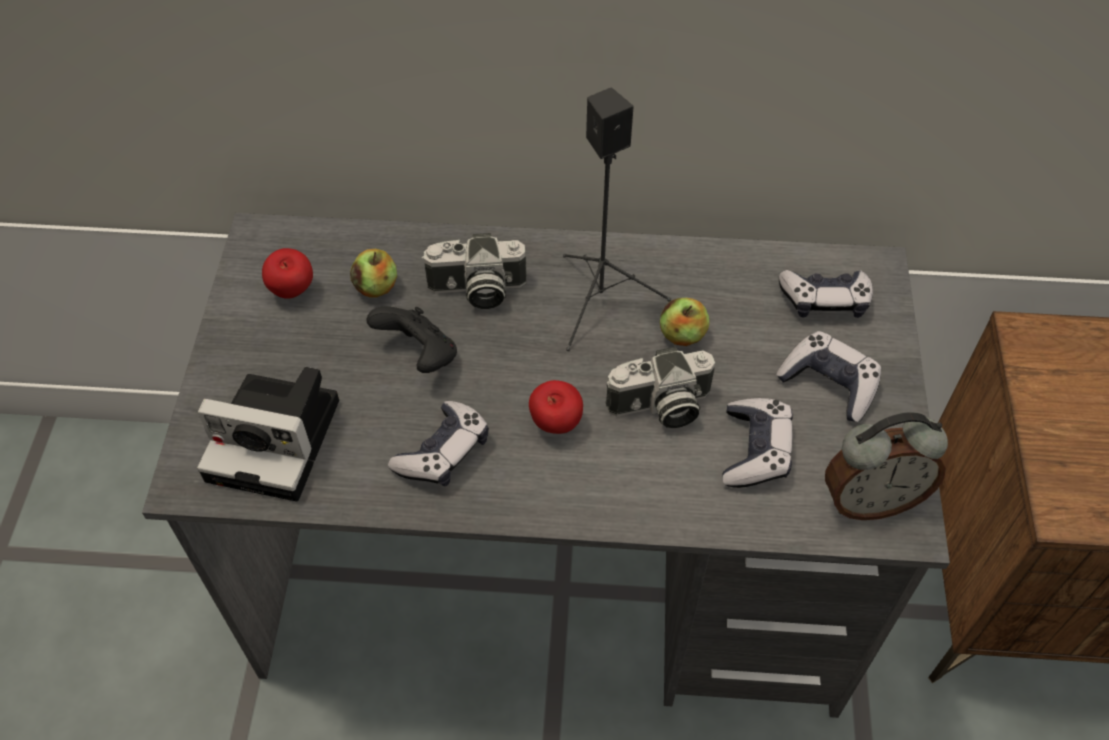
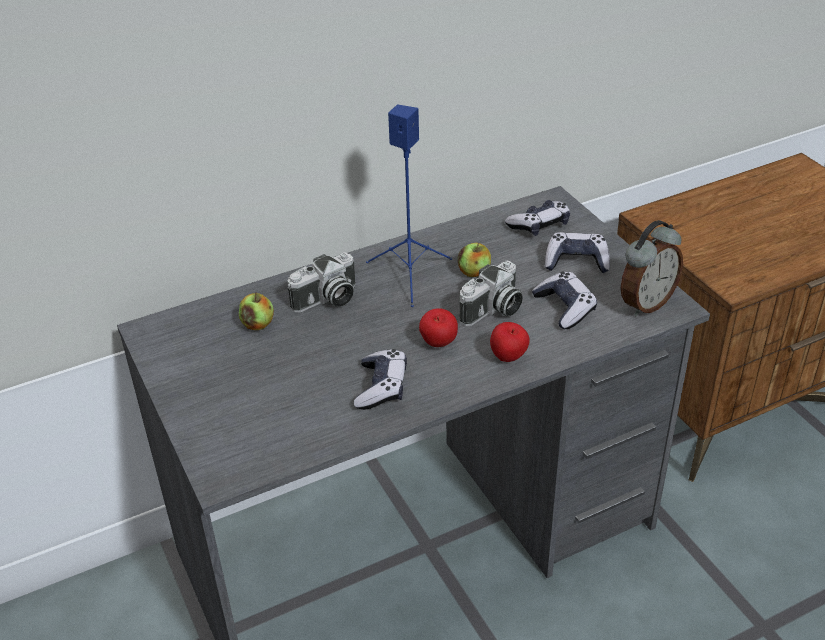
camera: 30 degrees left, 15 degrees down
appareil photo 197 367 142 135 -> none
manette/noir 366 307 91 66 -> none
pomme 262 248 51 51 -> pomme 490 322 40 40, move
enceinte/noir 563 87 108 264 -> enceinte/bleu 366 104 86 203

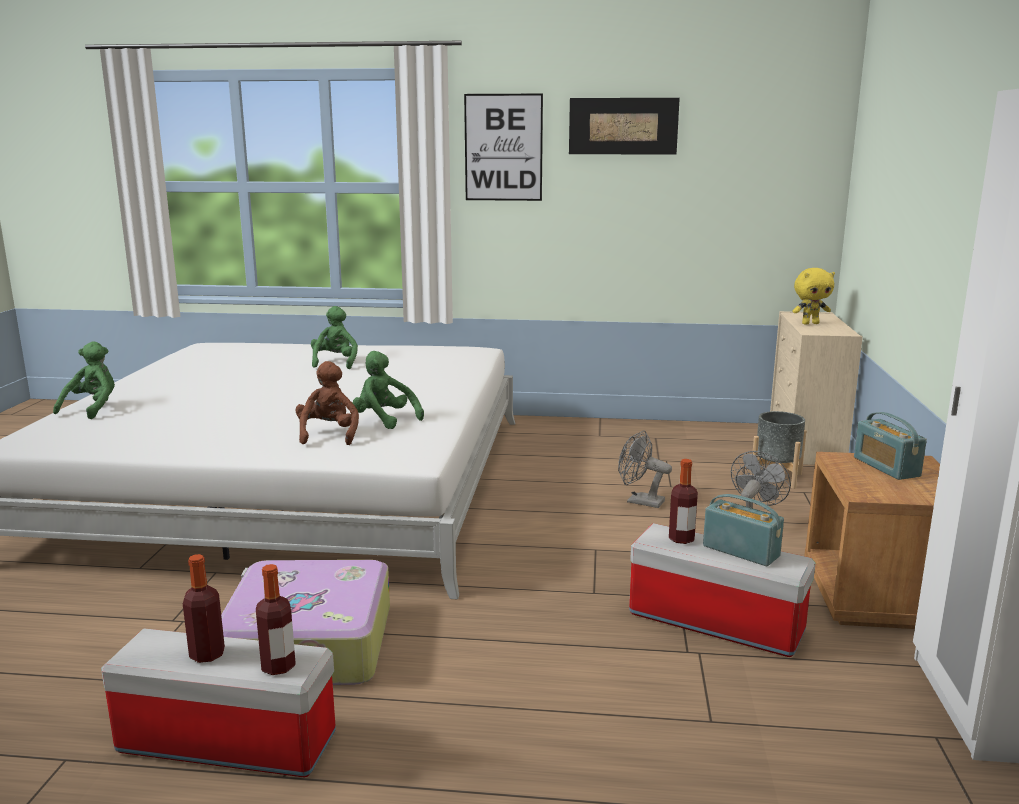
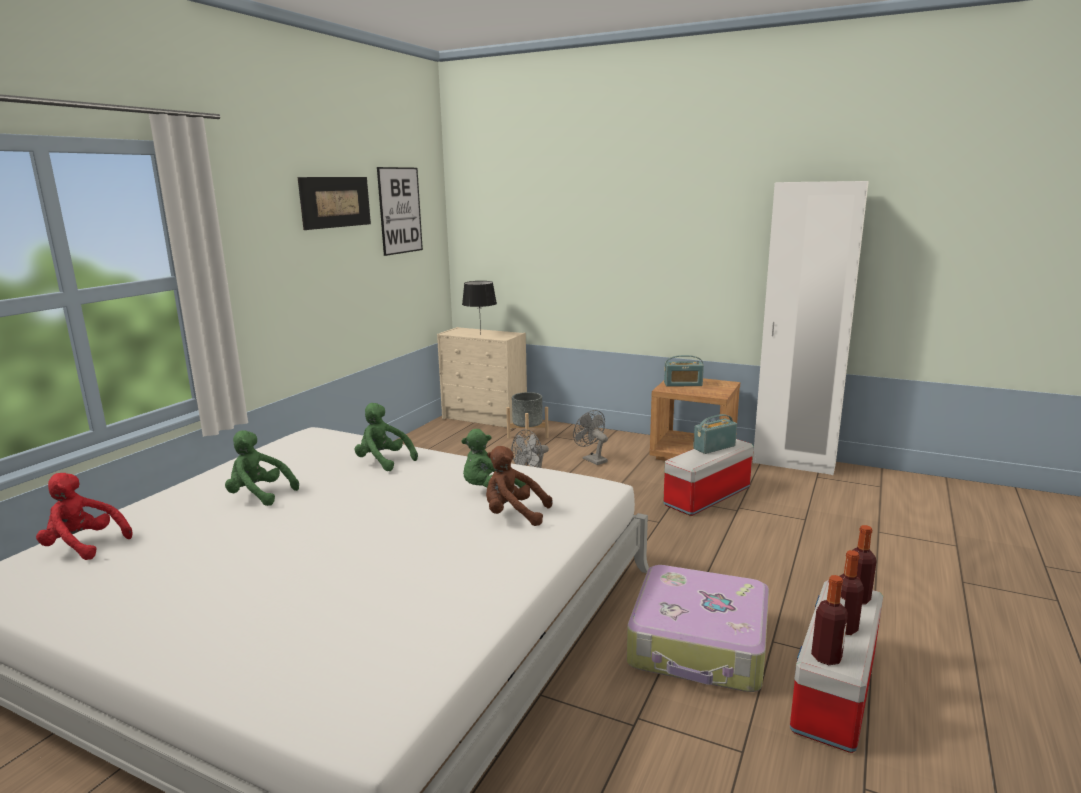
camera: 70 degrees left, 0 degrees up
none -> peluche/rouge 36 473 97 87
peluche/vert 53 341 62 78 -> peluche/vert 355 403 63 68, move
tableau 464 94 79 107 -> tableau 377 167 46 89, move
bouteille 669 459 29 85 -> bouteille 811 575 37 90, move
peluche/jaune 793 268 42 57 -> lampe de table/noir 462 281 35 53

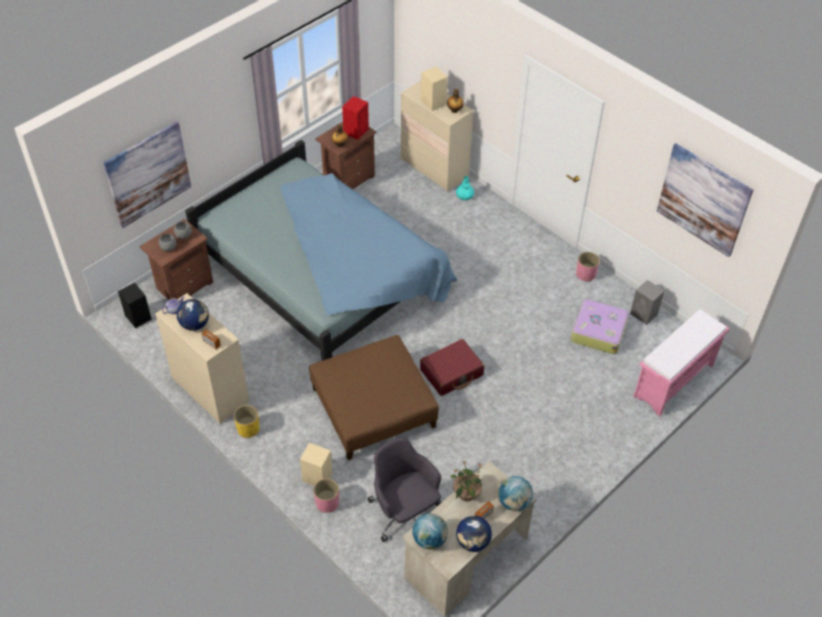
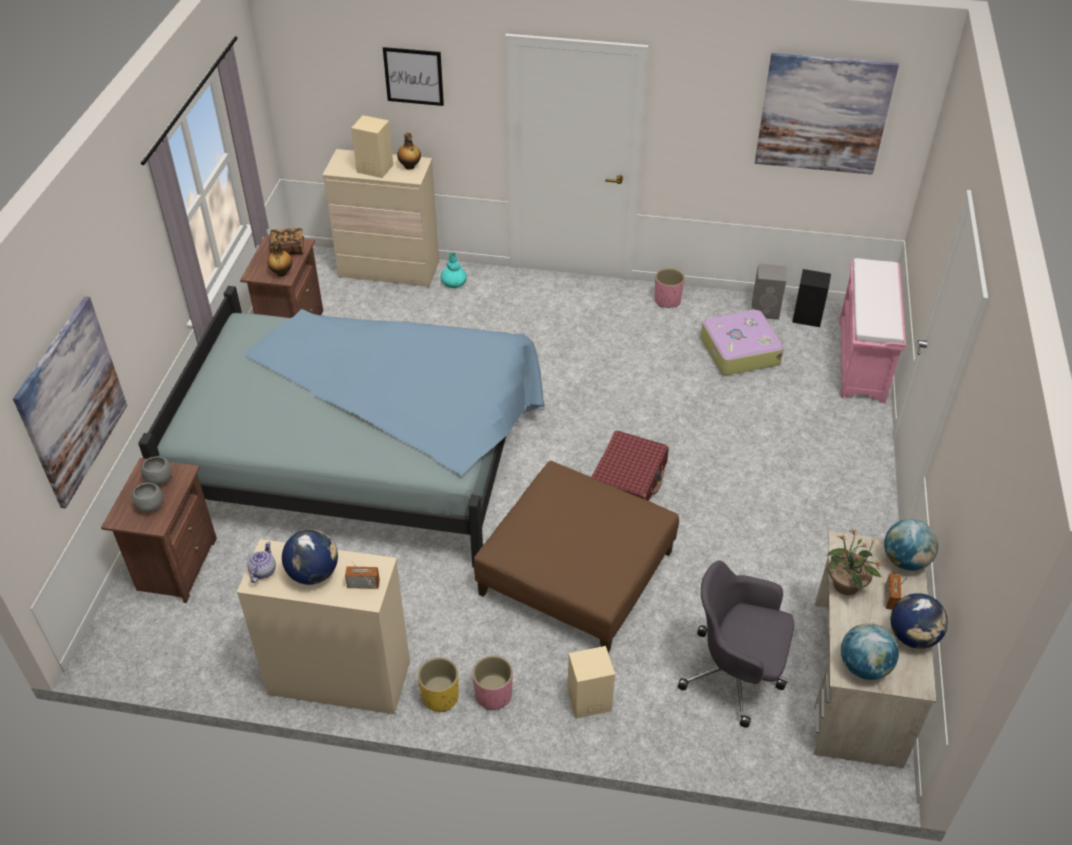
camera: 35 degrees left, 5 degrees down
none -> tableau 383 47 61 59
enceinte/noir 118 283 34 45 -> enceinte/noir 792 269 39 58, move
cache-pot/rose 313 478 26 35 -> cache-pot/rose 473 655 40 55, move
enceinte/rouge 342 96 27 44 -> livre 269 228 35 27

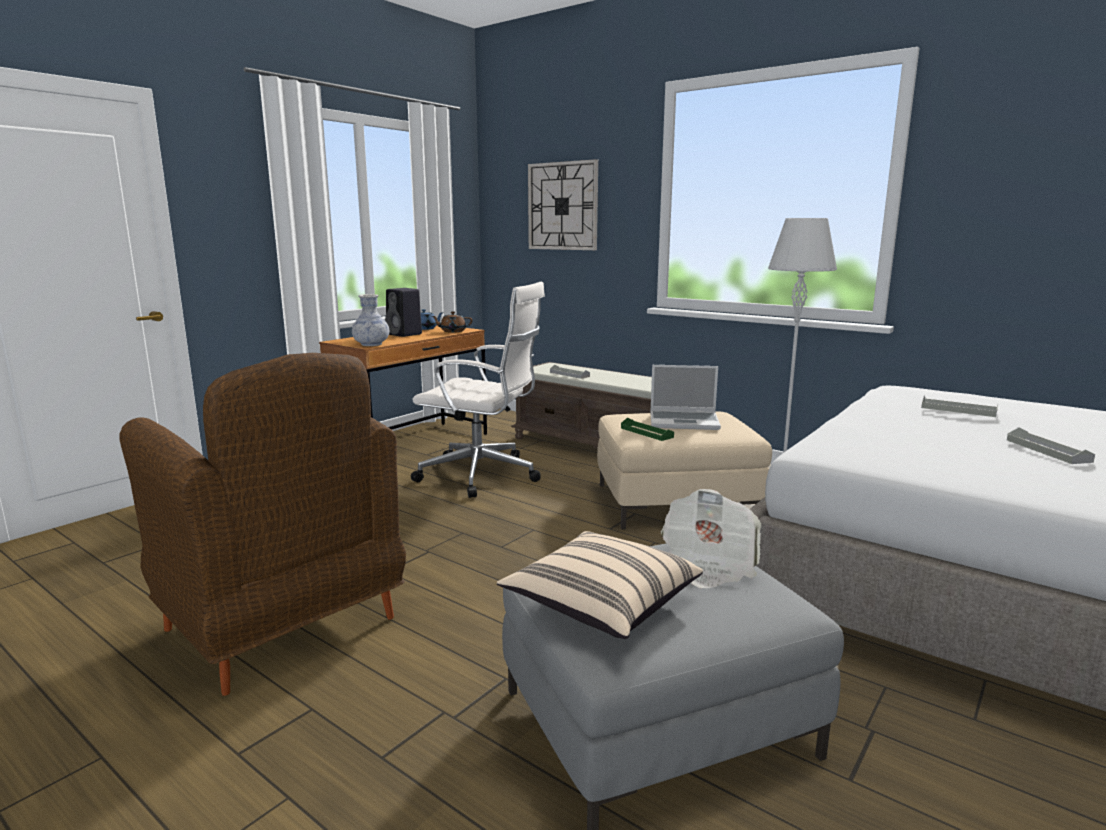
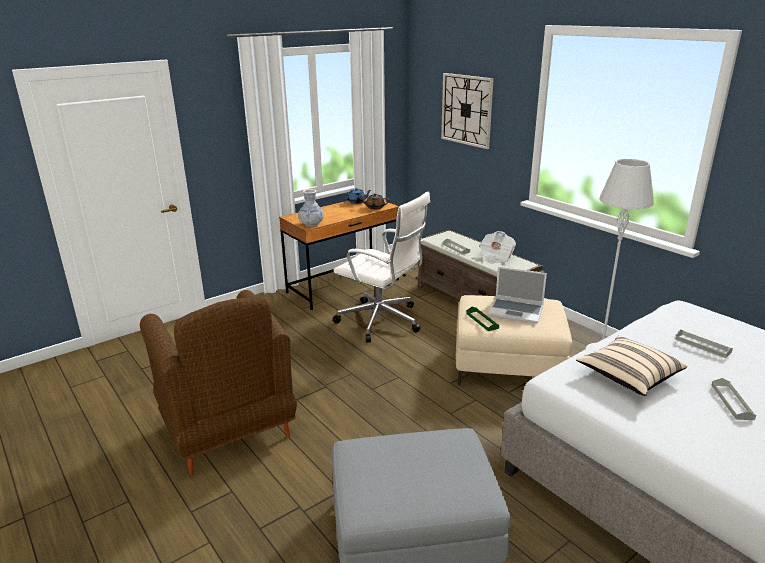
camera: 15 degrees right, 10 degrees up
enceinte/noir 385 288 37 49 -> none
coussin/beige 497 531 206 108 -> coussin/beige 576 336 111 60, move
journal 661 489 100 99 -> journal 479 231 37 33, move

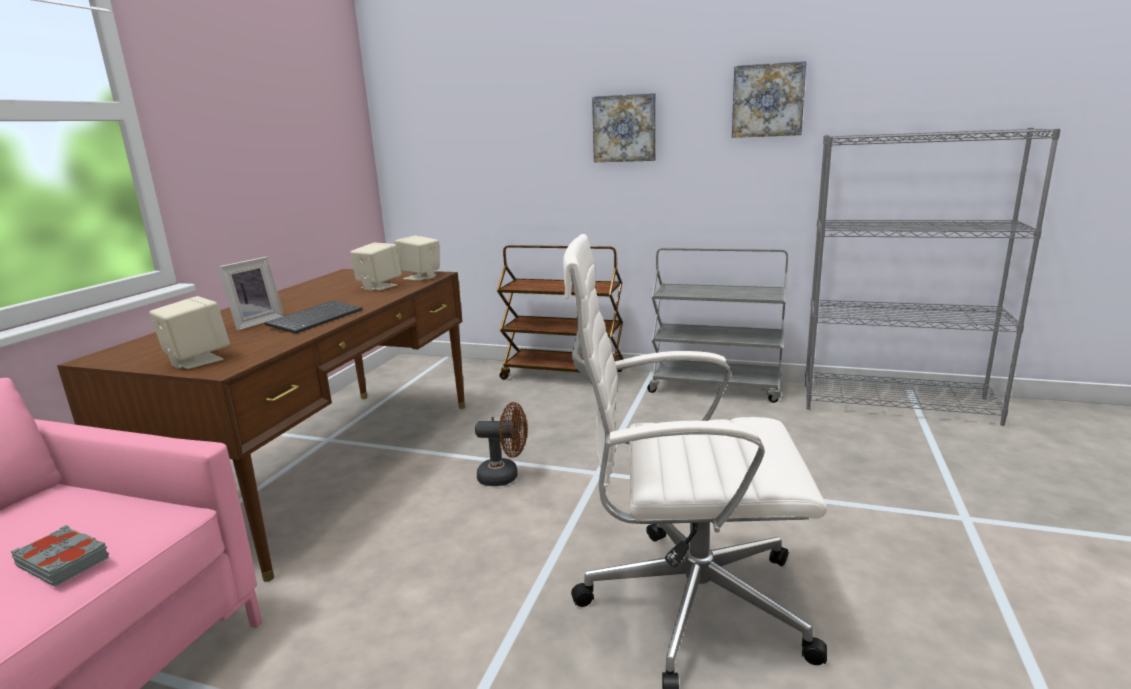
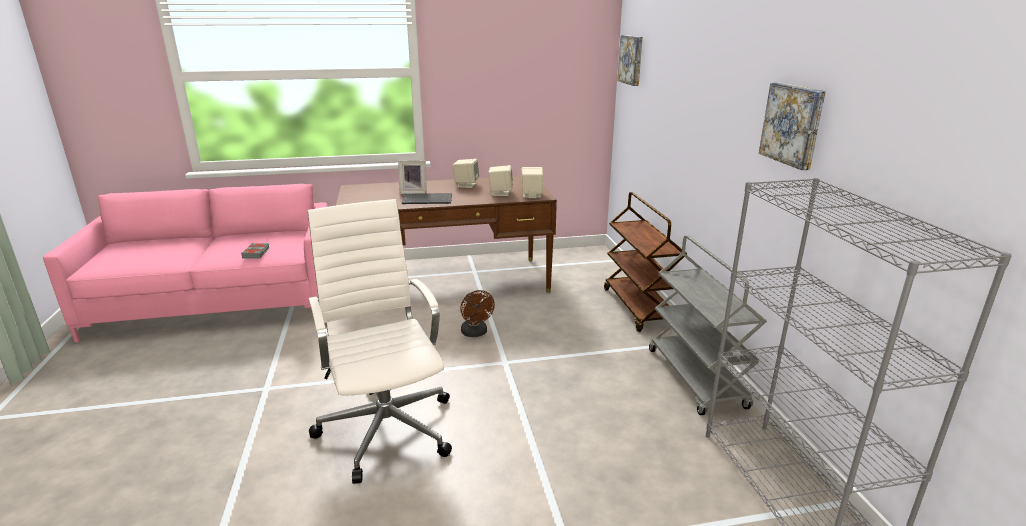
camera: 60 degrees right, 5 degrees up
enceinte/beige 149 296 81 73 -> enceinte/beige 453 159 26 29, move
tableau 592 93 64 69 -> tableau 617 35 26 51, move

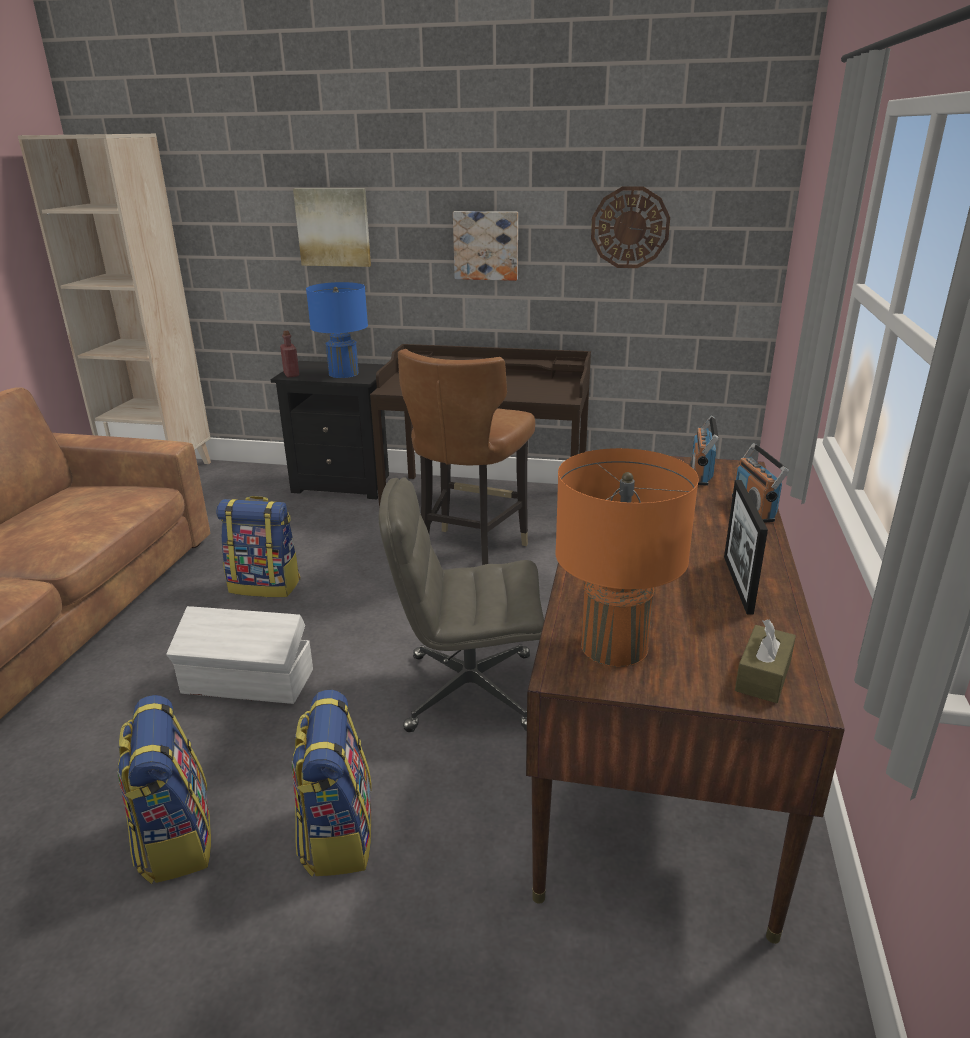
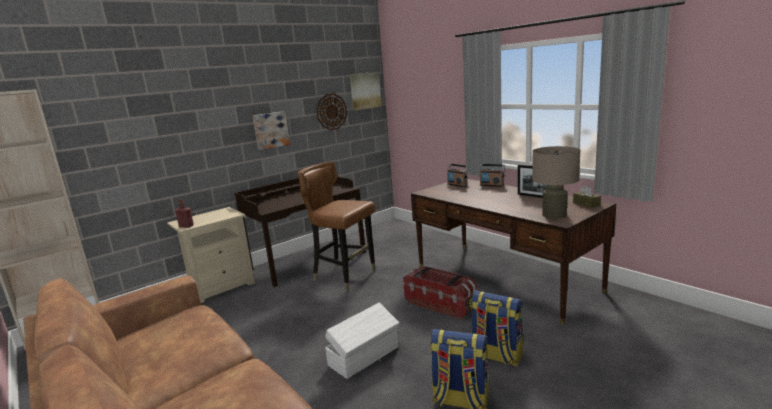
camera: 50 degrees left, 10 degrees down
sac à dos 216 496 84 101 -> none
lampe de table/bleu 306 282 62 96 -> none
tableau 293 188 78 79 -> tableau 350 72 32 38, move
chaise de bureau/gris 379 477 165 255 -> boîte de rangement 403 267 74 52
table de chevet/noir 271 361 118 138 -> table de chevet/beige 167 207 88 96
lampe de table/orange 555 448 144 219 -> lampe de table/beige 532 146 48 73
chaise/marron 398 349 137 216 -> chaise/marron 298 162 77 129, 150 degrees clockwise

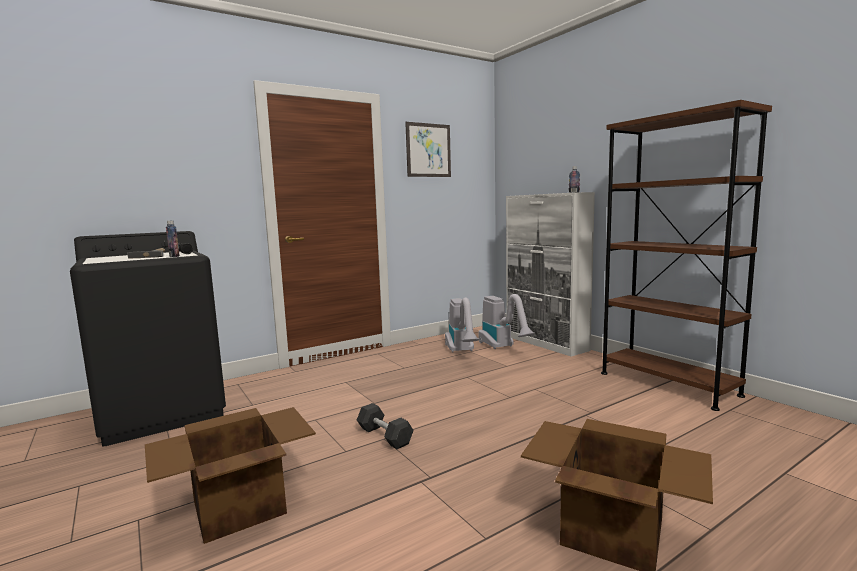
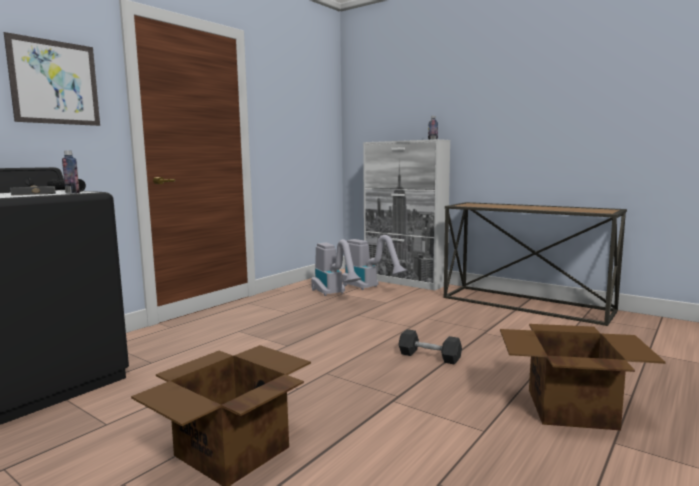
camera: 20 degrees left, 0 degrees up
haltère/gris 357 403 57 46 -> haltère/gris 398 329 64 35, move
tableau 405 122 46 55 -> tableau 4 32 96 94, move
bibliothèque/marron 601 100 171 311 -> table console 444 202 183 124

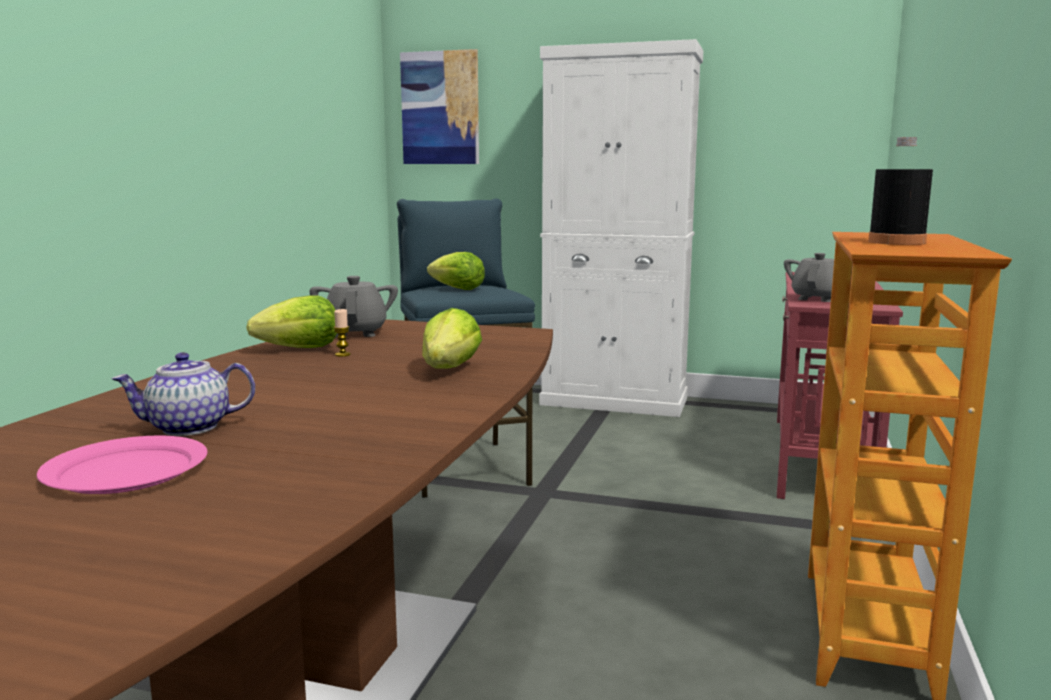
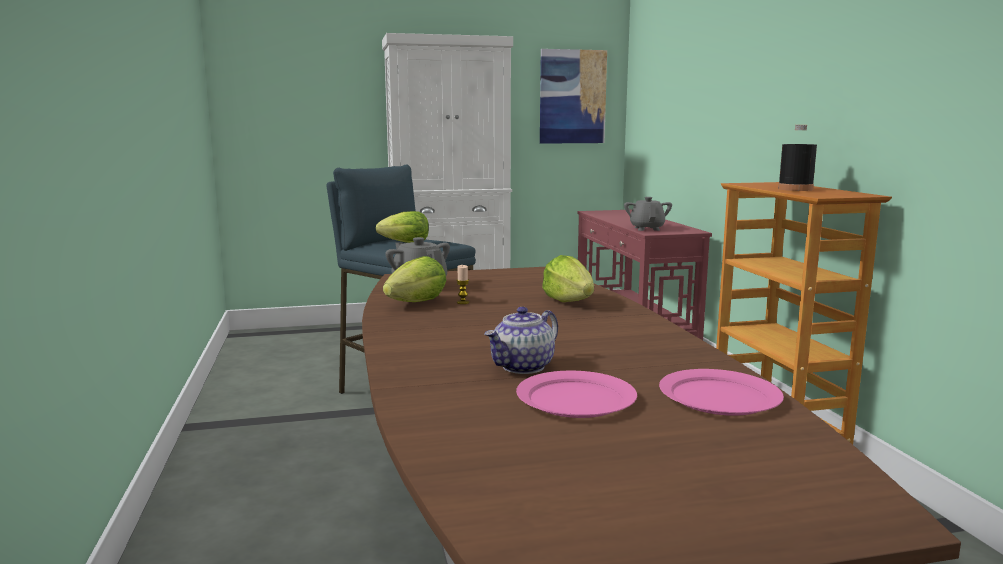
camera: 30 degrees left, 0 degrees up
none -> assiette/rose 659 369 125 47
tableau 400 49 79 115 -> tableau 540 49 67 95, move

